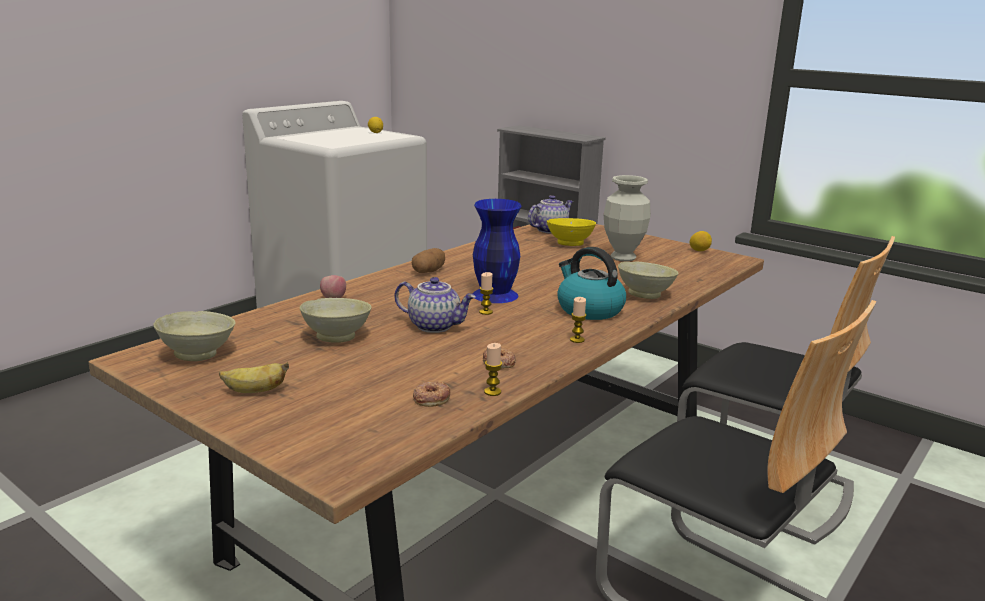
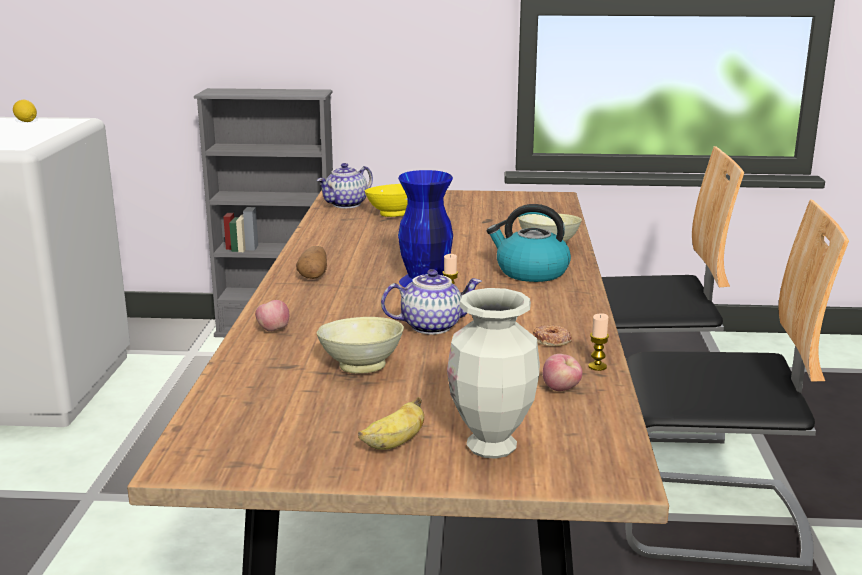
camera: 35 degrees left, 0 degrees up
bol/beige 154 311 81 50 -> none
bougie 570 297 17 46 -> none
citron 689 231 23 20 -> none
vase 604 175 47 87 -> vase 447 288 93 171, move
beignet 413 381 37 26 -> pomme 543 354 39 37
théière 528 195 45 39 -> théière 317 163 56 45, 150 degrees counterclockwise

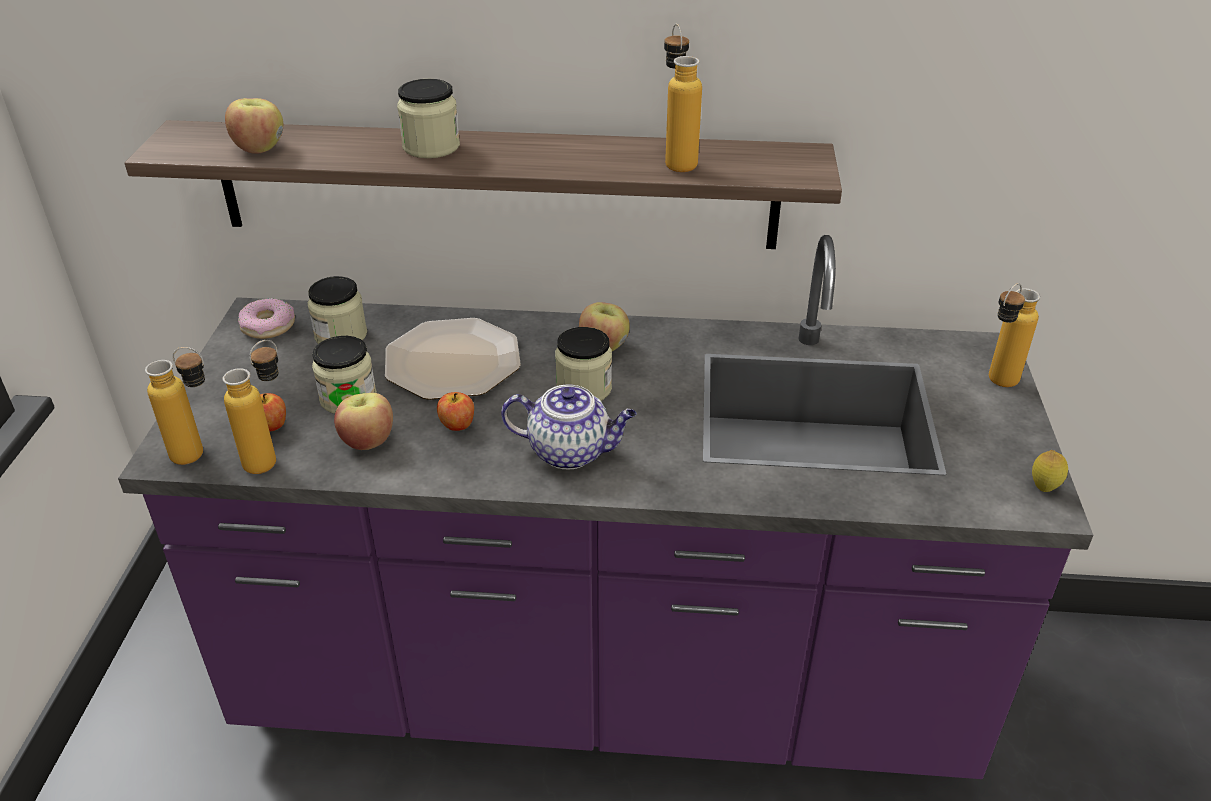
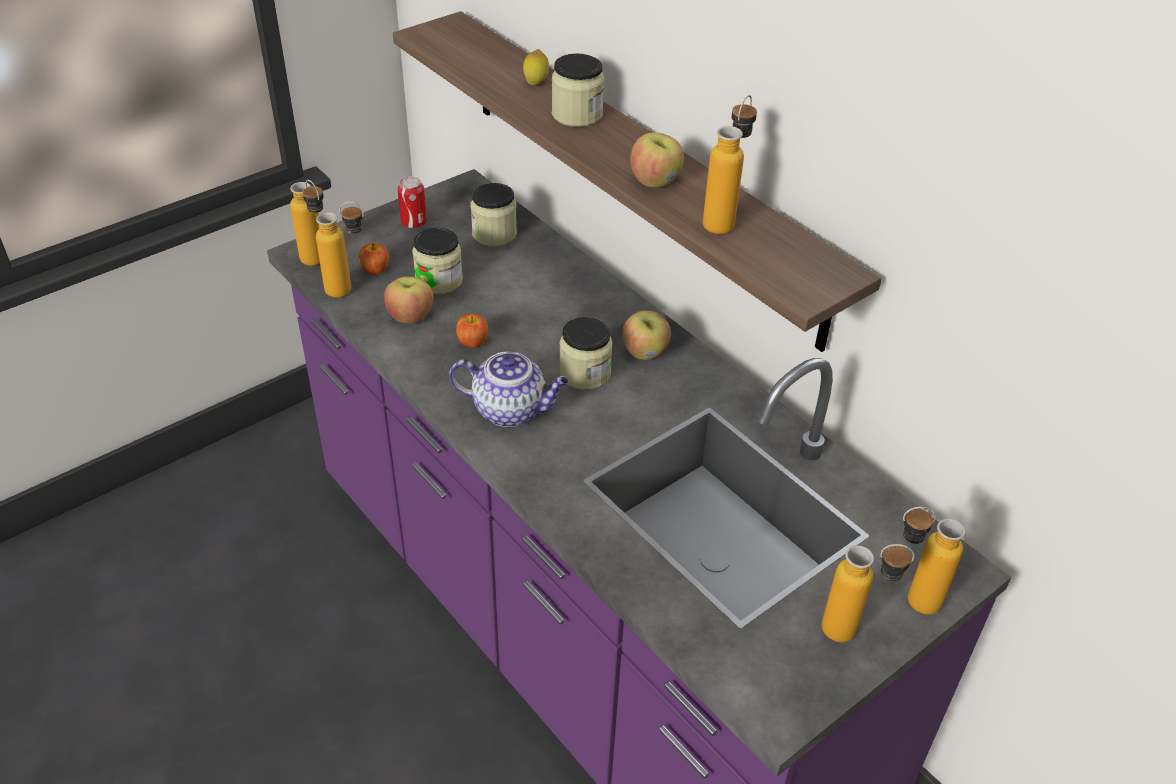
camera: 45 degrees right, 5 degrees up
beignet 238 298 57 41 -> none
assiette 385 318 136 82 -> none
none -> boîte métallique 398 176 29 52
none -> bouteille 822 544 93 98
pomme 225 98 58 56 -> pomme 630 132 54 56, move
citron 1032 450 36 42 -> citron 523 49 26 36, move
théière 501 384 136 85 -> théière 449 351 120 76, 45 degrees counterclockwise

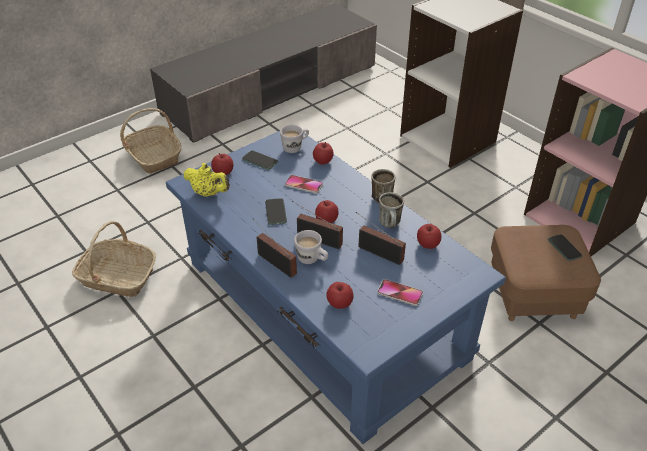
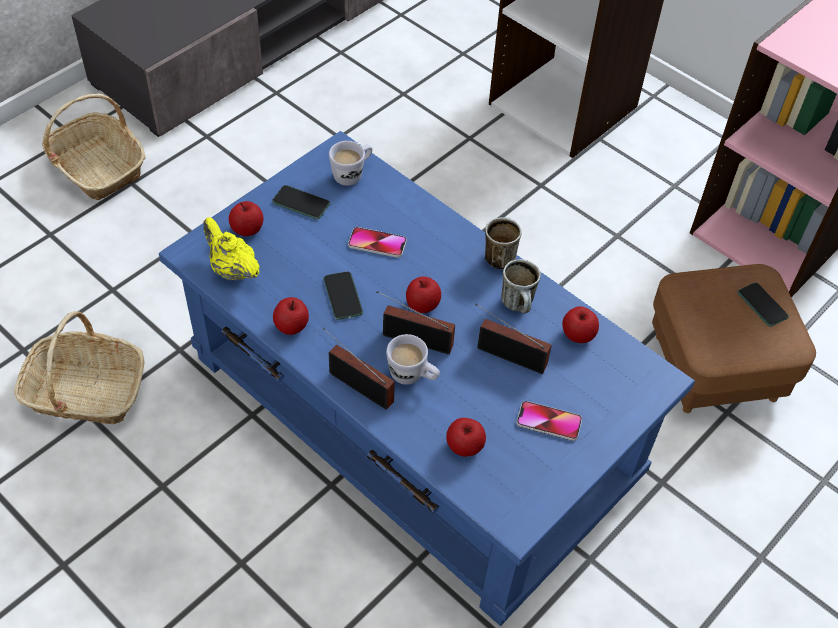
camera: 10 degrees left, 10 degrees up
pomme 313 142 21 23 -> pomme 273 297 36 38, move
théière/jaune 183 163 47 34 -> théière/jaune 204 217 56 63, 150 degrees counterclockwise

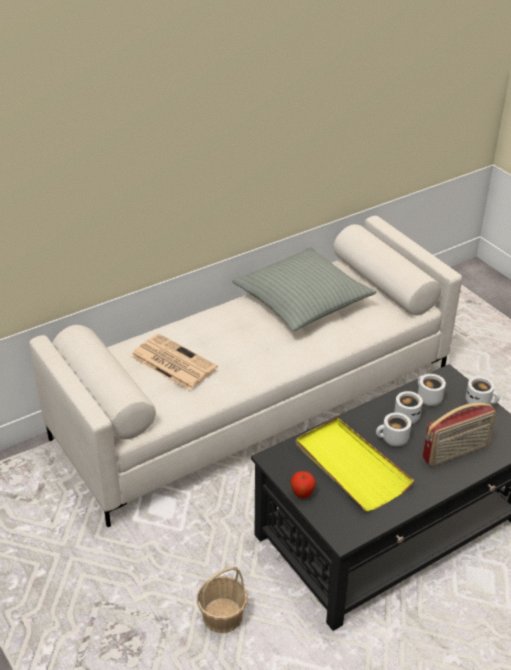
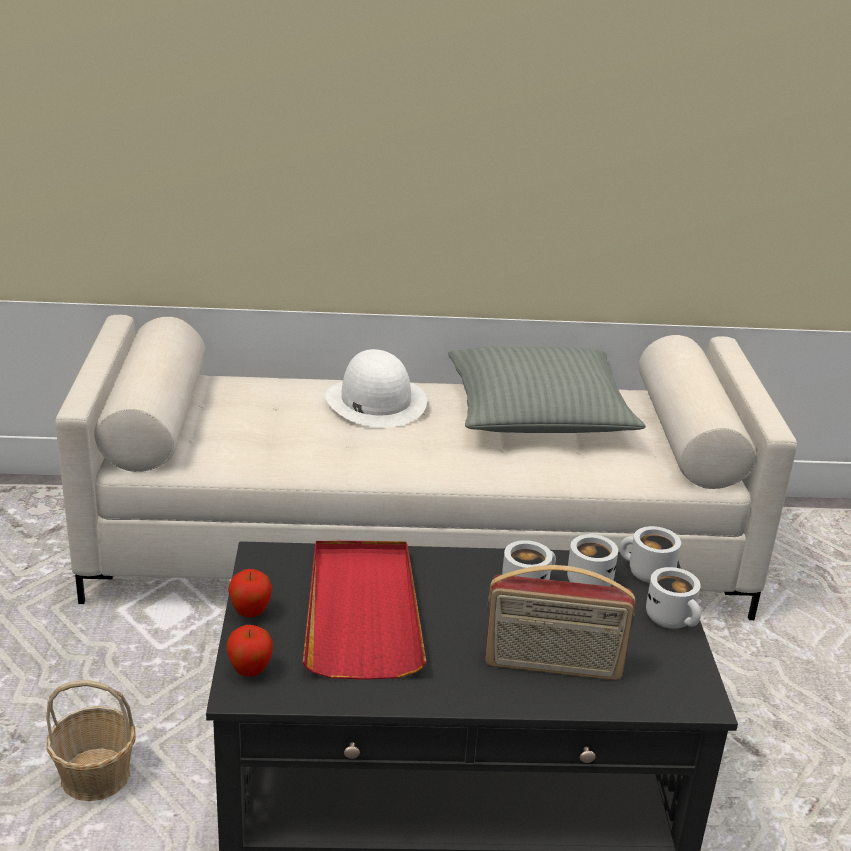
camera: 30 degrees right, 10 degrees down
journal 130 334 88 57 -> none
none -> pomme 226 625 47 52
none -> chapeau/blanc 325 349 102 79
mug/blanc 376 412 35 34 -> mug/blanc 619 526 62 57, move
plateau/jaune 296 417 118 94 -> plateau/rouge 303 541 124 139

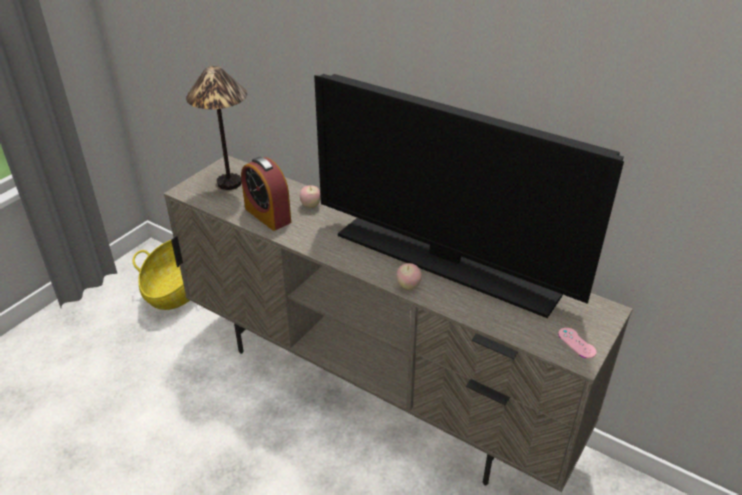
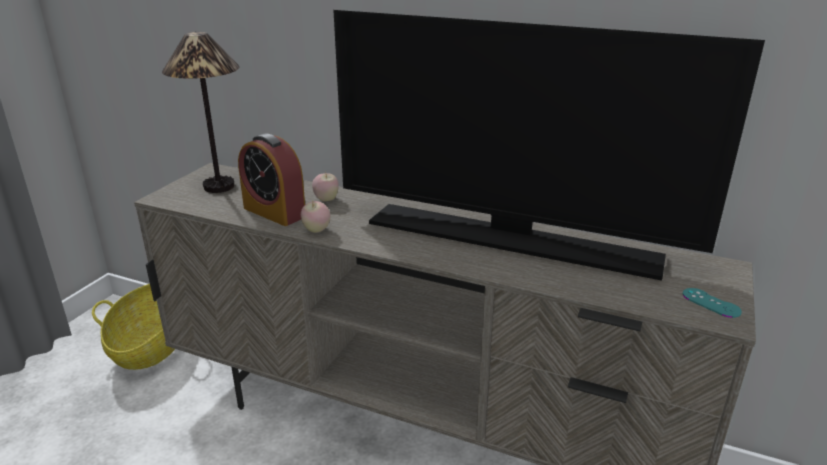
camera: 10 degrees left, 10 degrees down
pomme 397 263 25 27 -> pomme 301 201 29 32, move
manette/rose 558 328 38 30 -> manette/turquoise 683 288 59 30

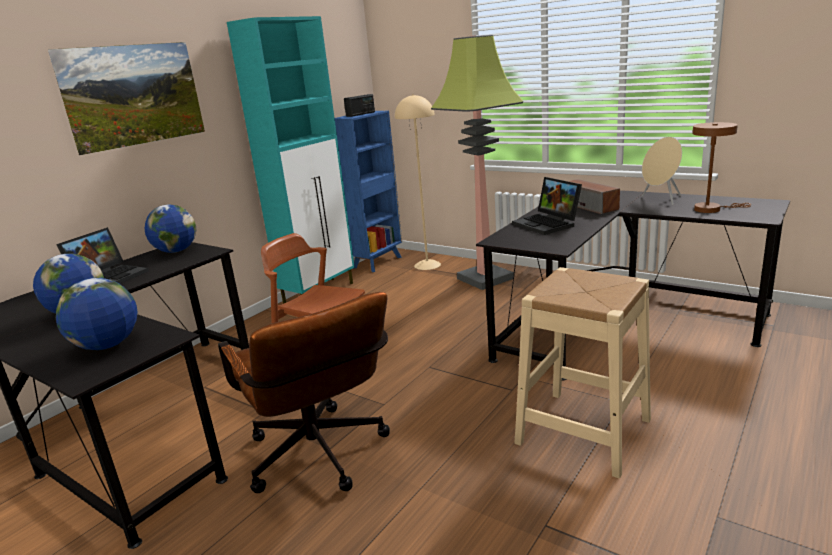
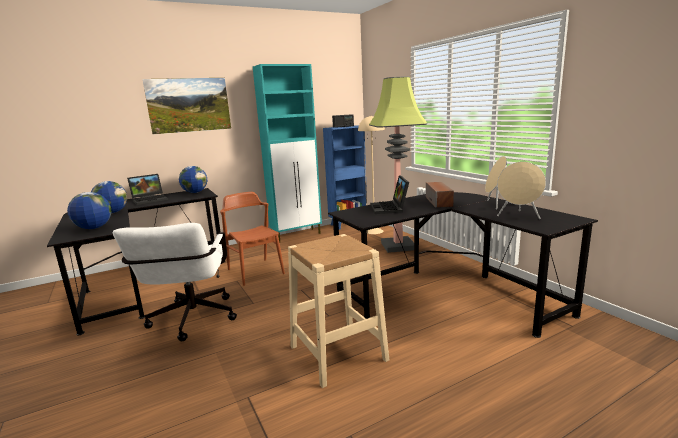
camera: 25 degrees right, 5 degrees down
lampe de table/marron 692 122 59 91 -> enceinte/beige 497 162 49 57
chaise de bureau/marron 218 292 172 201 -> chaise de bureau/blanc 113 223 124 118

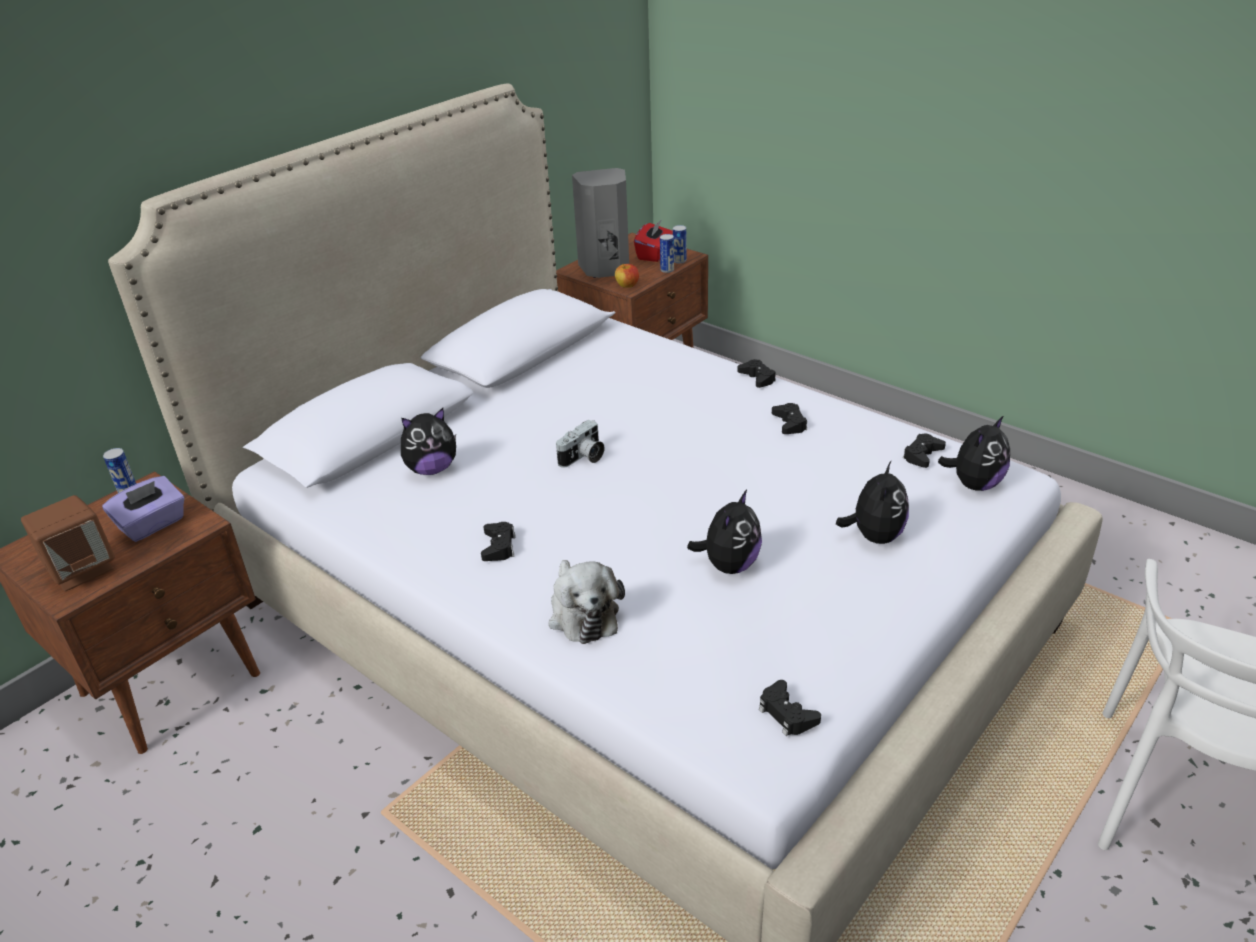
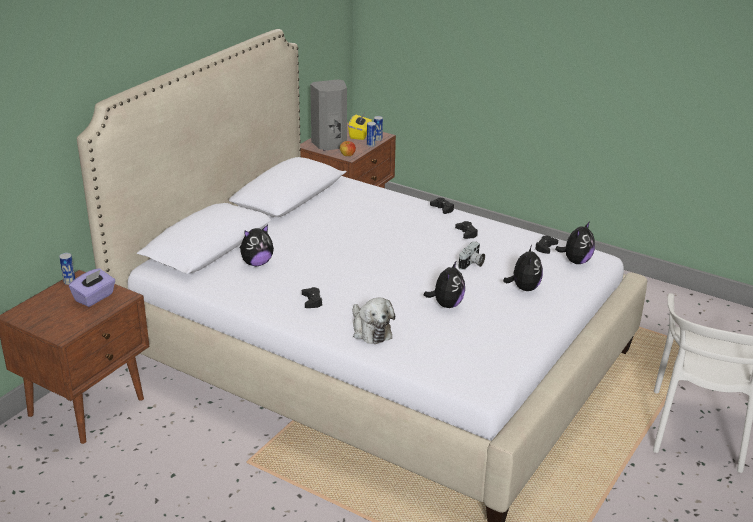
camera: 10 degrees left, 5 degrees down
enceinte/marron 21 495 94 97 -> none
manette/noir 759 680 62 56 -> none
appareil photo 556 420 49 48 -> appareil photo 458 241 27 29, move
boîte à mouchoirs/rouge 634 219 39 43 -> boîte à mouchoirs/jaune 348 113 24 27

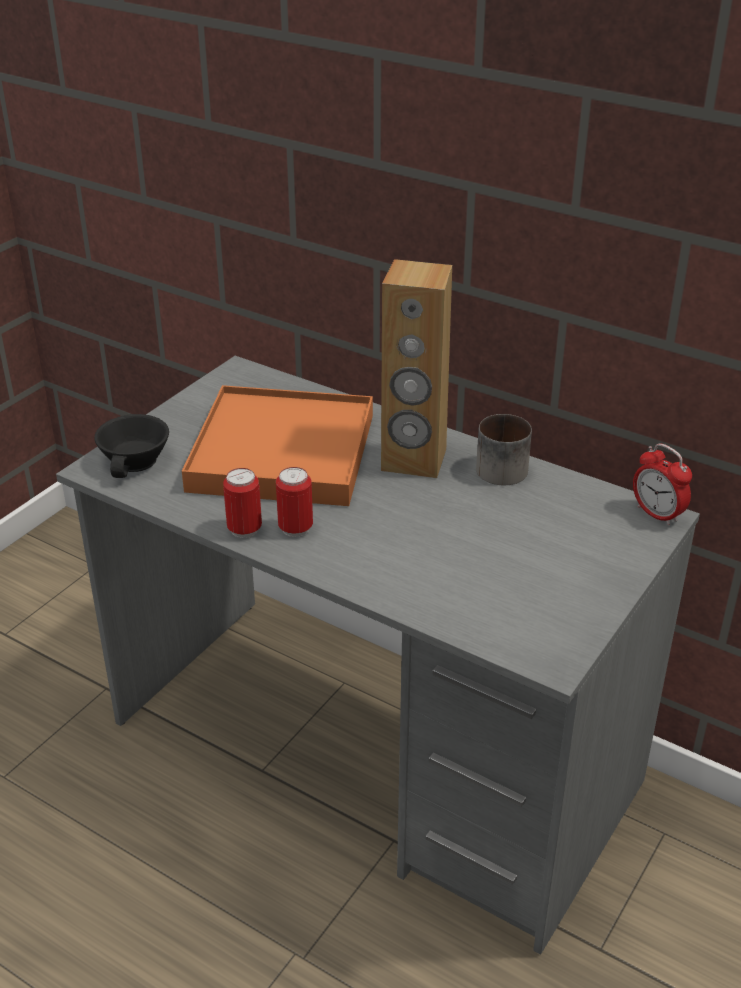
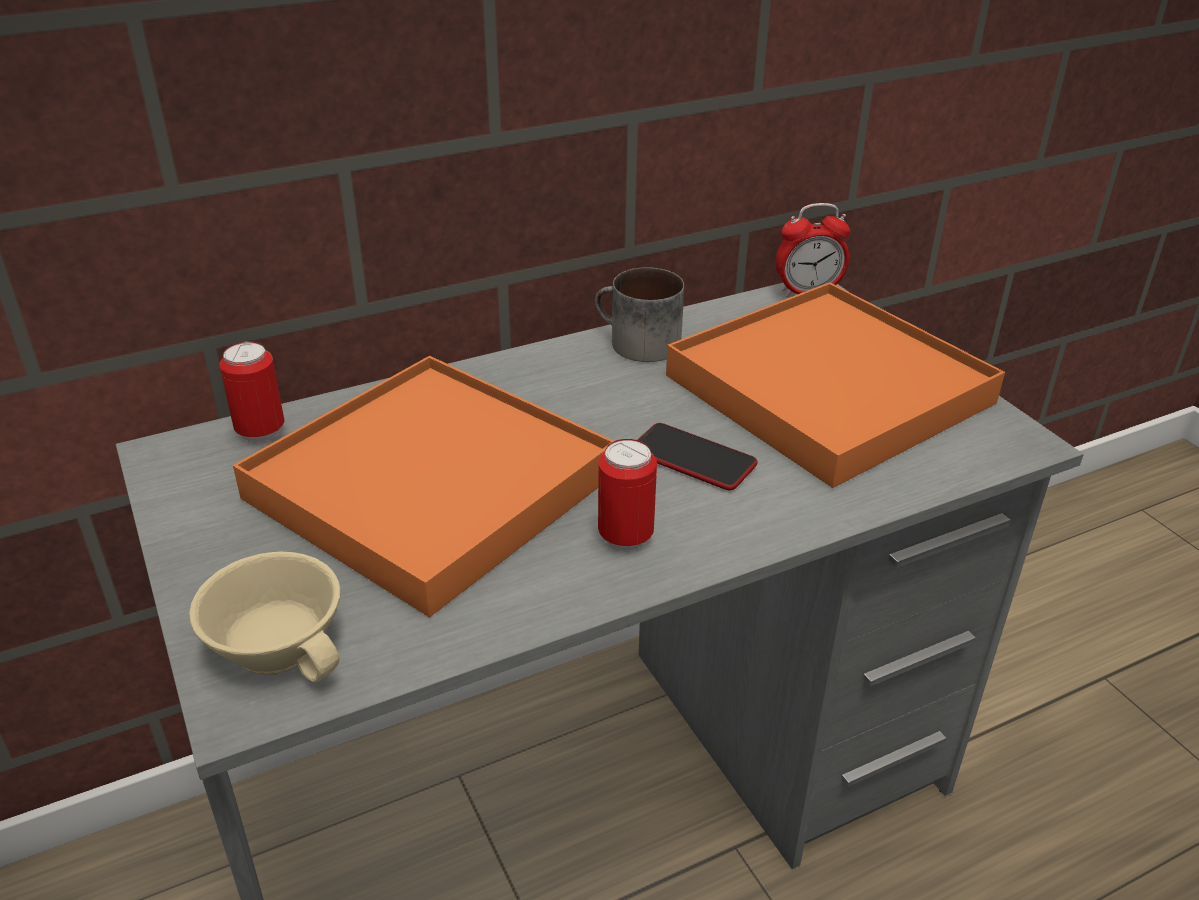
camera: 60 degrees left, 0 degrees up
enceinte/marron 381 259 71 219 -> none
none -> téléphone 637 423 121 67
none -> plateau/orange 666 282 339 206
boîte métallique 223 468 39 70 -> boîte métallique 219 342 66 101, move
tasse/noir 95 414 74 64 -> tasse/beige 189 552 152 131

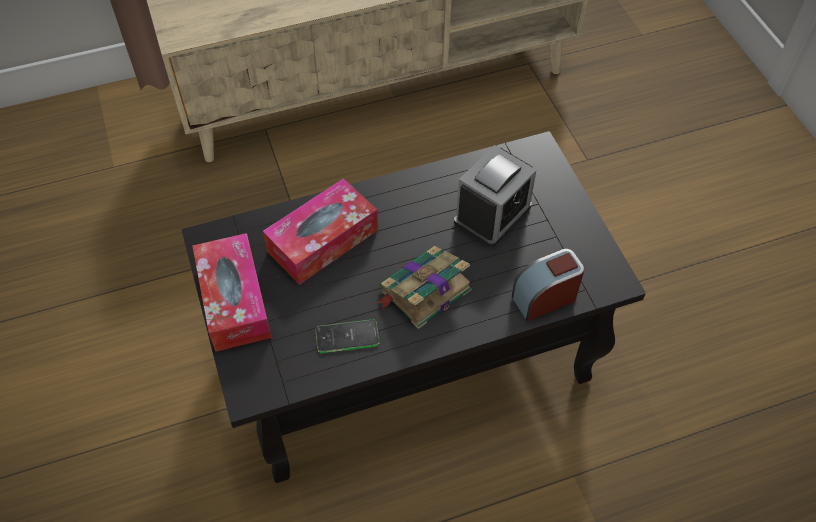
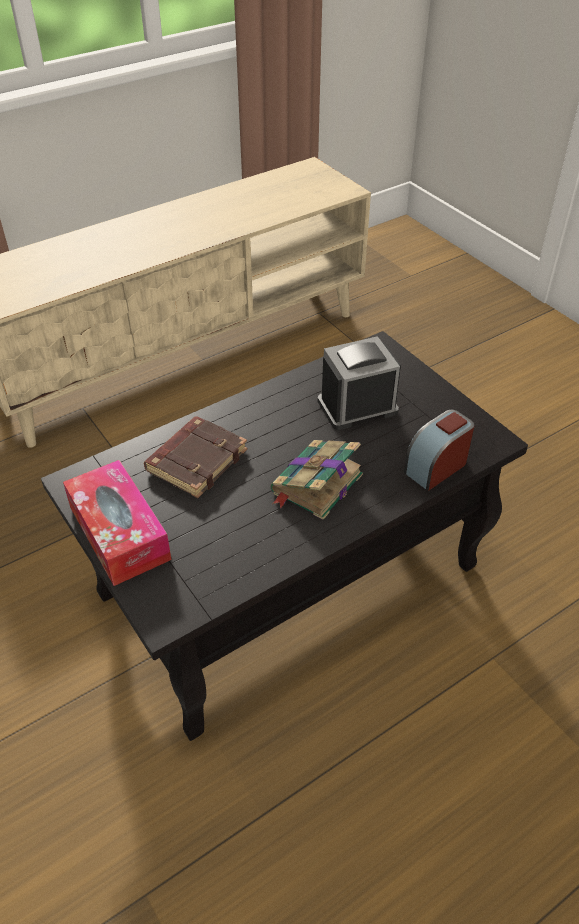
camera: 15 degrees left, 10 degrees down
téléphone 316 319 63 34 -> none
boîte à mouchoirs 263 178 115 107 -> livre/marron 144 416 103 82
réveil 454 145 82 102 -> réveil 318 336 83 94, 135 degrees counterclockwise

